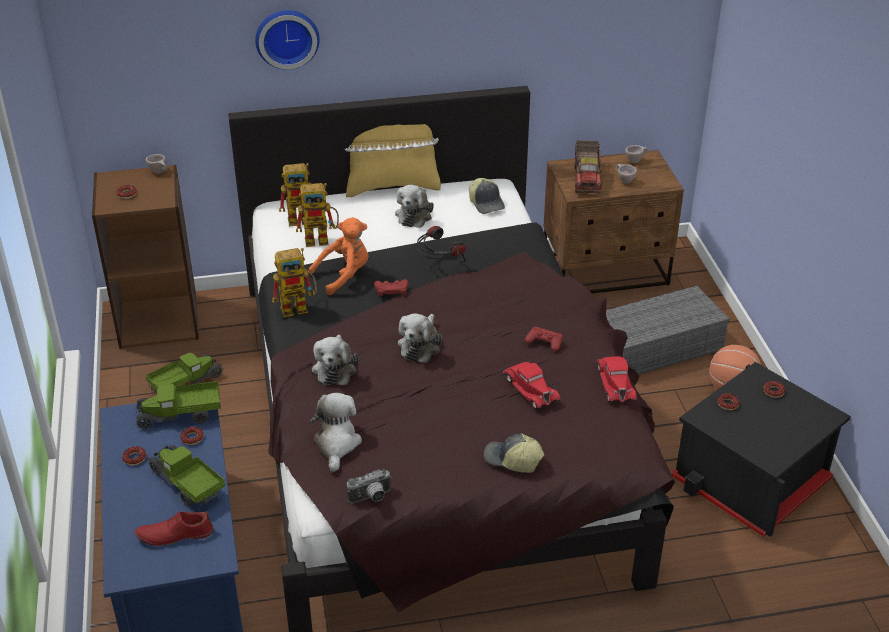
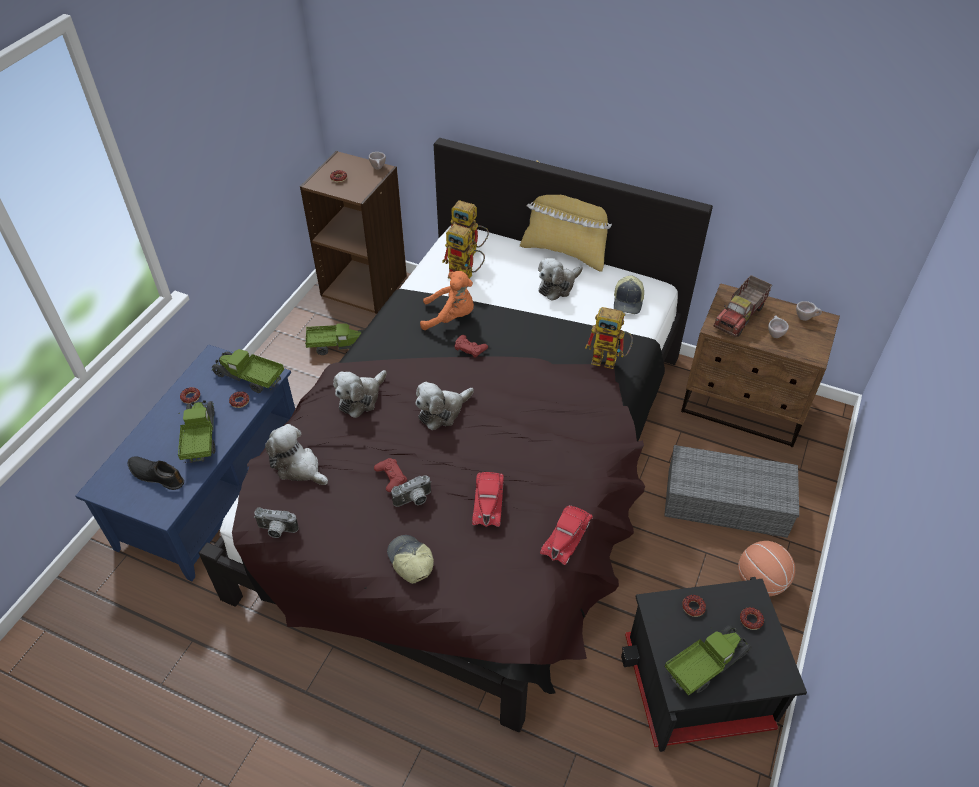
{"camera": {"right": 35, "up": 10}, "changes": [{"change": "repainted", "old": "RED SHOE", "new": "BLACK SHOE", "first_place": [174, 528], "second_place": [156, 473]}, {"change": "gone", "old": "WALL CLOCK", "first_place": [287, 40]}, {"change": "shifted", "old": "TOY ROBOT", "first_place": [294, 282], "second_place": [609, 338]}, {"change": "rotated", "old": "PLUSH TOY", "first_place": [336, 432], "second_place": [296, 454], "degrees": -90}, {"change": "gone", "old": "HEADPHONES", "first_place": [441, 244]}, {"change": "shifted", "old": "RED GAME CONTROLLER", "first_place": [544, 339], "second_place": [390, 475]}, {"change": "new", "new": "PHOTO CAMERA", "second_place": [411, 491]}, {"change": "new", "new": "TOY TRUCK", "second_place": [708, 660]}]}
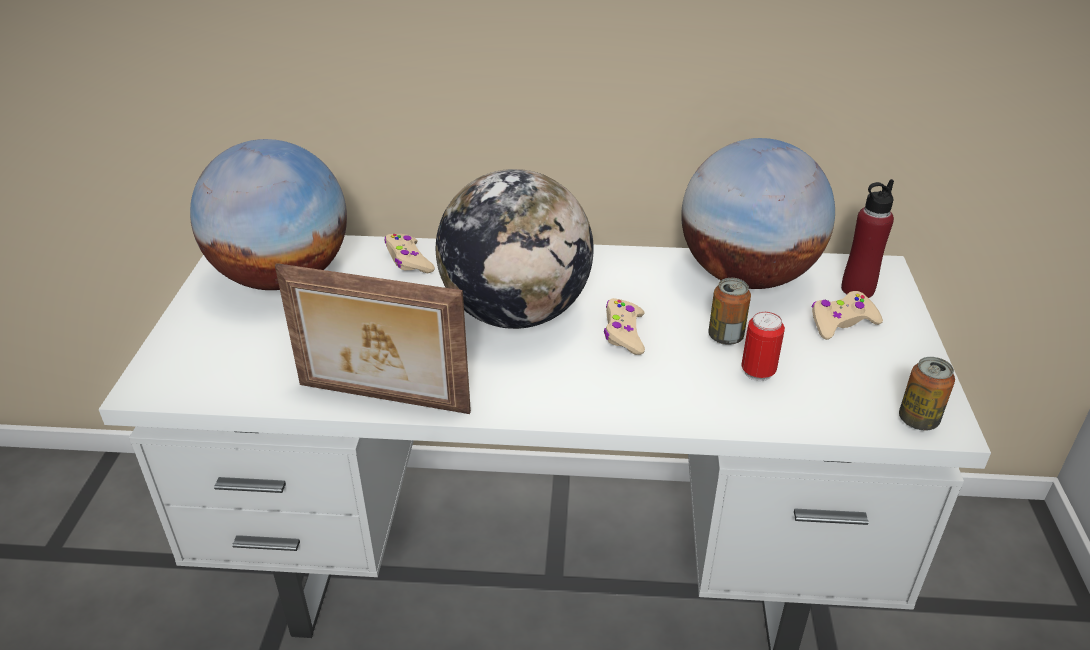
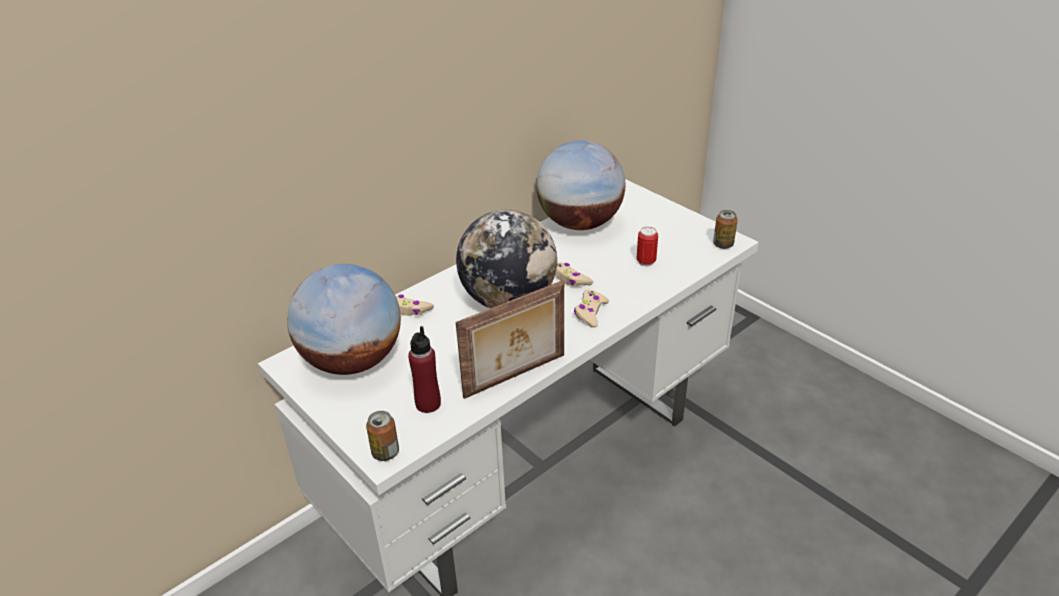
{"camera": {"right": -45, "up": 0}, "changes": [{"change": "shifted", "old": "CAN", "first_place": [729, 311], "second_place": [382, 436]}, {"change": "shifted", "old": "BEIGE GAME CONTROLLER", "first_place": [847, 315], "second_place": [591, 309]}, {"change": "shifted", "old": "RED BOTTLE", "first_place": [867, 238], "second_place": [424, 369]}]}
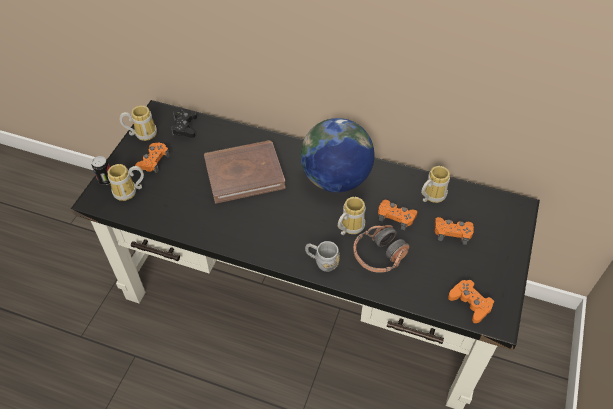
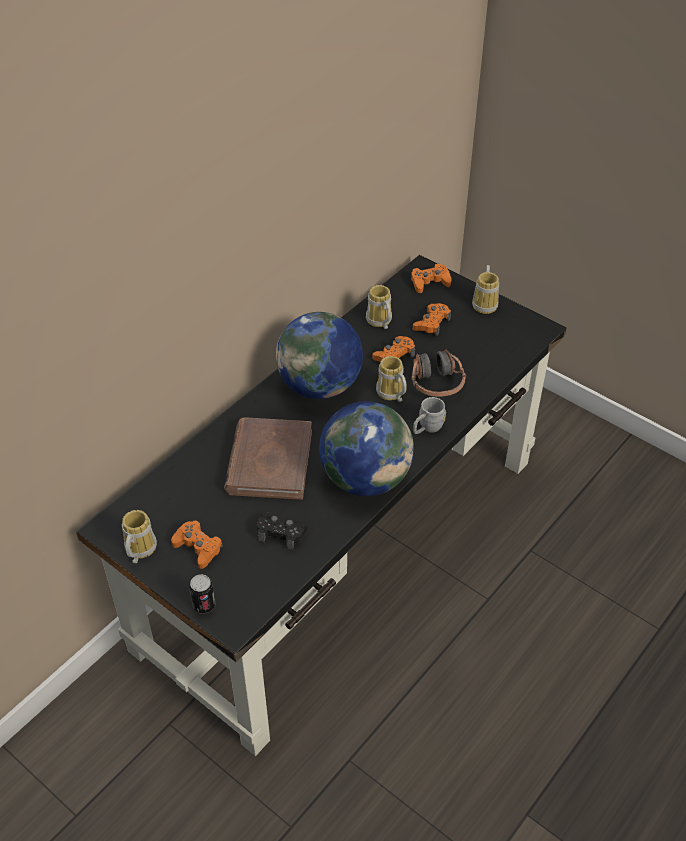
{"camera": {"right": -70, "up": -5}, "changes": [{"change": "shifted", "old": "MUG", "first_place": [126, 182], "second_place": [485, 289]}, {"change": "shifted", "old": "BLACK GAME CONTROLLER", "first_place": [184, 123], "second_place": [282, 531]}, {"change": "shifted", "old": "ORANGE GAME CONTROLLER", "first_place": [471, 301], "second_place": [431, 278]}, {"change": "new", "new": "GLOBE", "second_place": [366, 448]}]}
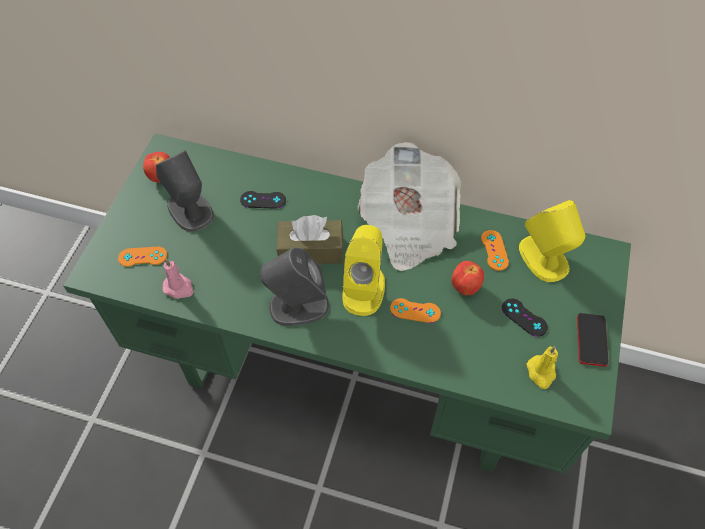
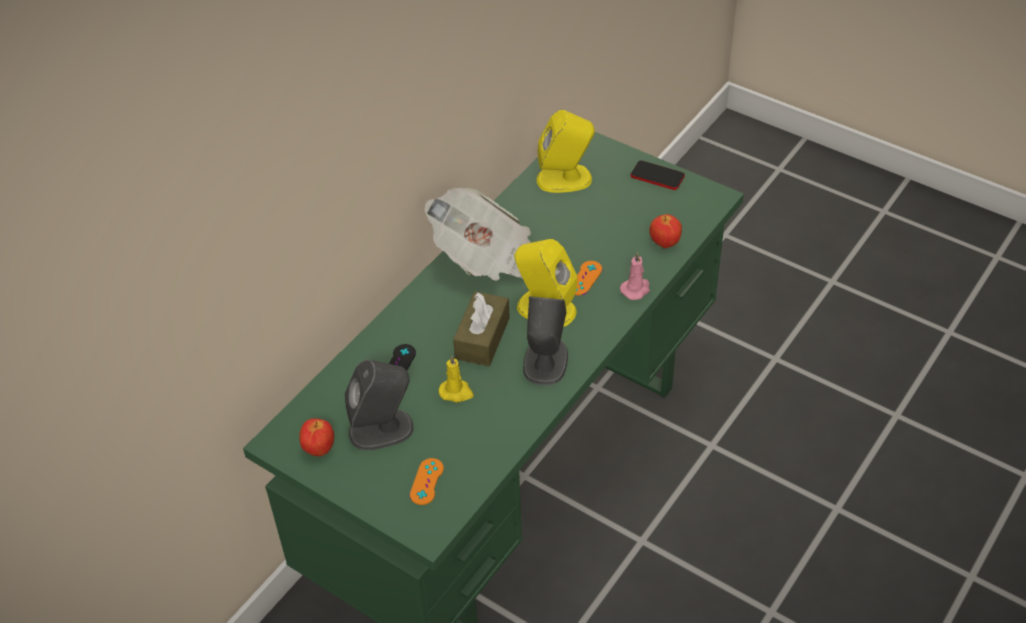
{"camera": {"right": -70, "up": -10}, "changes": [{"change": "shifted", "old": "PINK CANDLE", "first_place": [178, 278], "second_place": [635, 276]}, {"change": "shifted", "old": "APPLE", "first_place": [468, 278], "second_place": [665, 231]}, {"change": "gone", "old": "ORANGE GAME CONTROLLER", "first_place": [495, 250]}, {"change": "gone", "old": "BLACK GAME CONTROLLER", "first_place": [525, 317]}, {"change": "shifted", "old": "YELLOW CANDLE", "first_place": [542, 367], "second_place": [456, 379]}]}
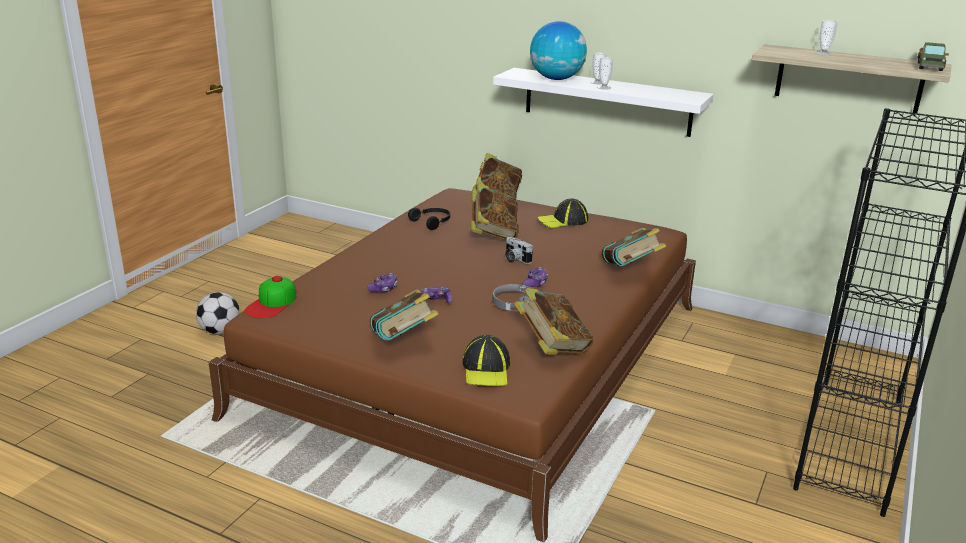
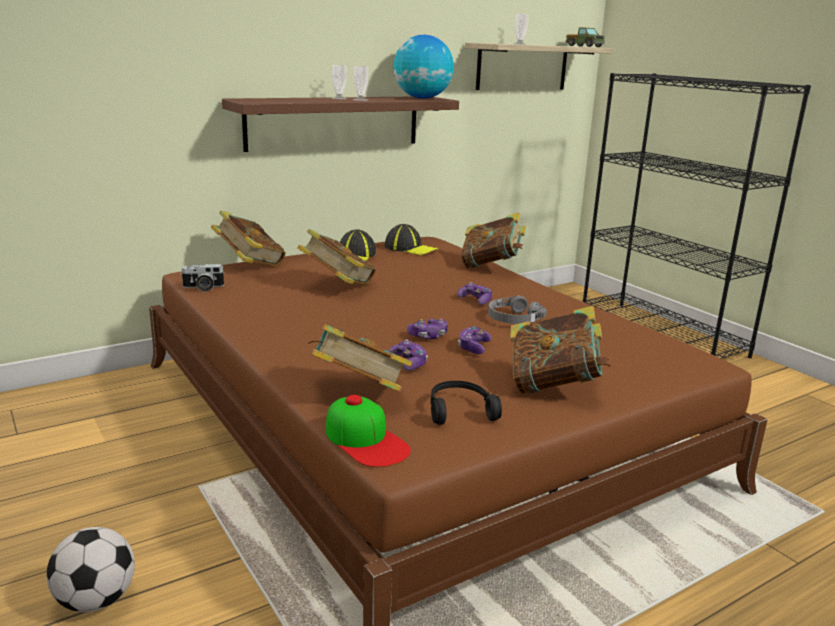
{"camera": {"right": -60, "up": -5}, "changes": [{"change": "shifted", "old": "BLACK HEADPHONES", "first_place": [429, 219], "second_place": [466, 403]}, {"change": "shifted", "old": "CAP", "first_place": [486, 360], "second_place": [412, 239]}, {"change": "repainted", "old": "WHITE SHELF", "new": "BROWN SHELF", "first_place": [603, 102], "second_place": [340, 124]}, {"change": "shifted", "old": "PHOTO CAMERA", "first_place": [519, 250], "second_place": [202, 278]}, {"change": "shifted", "old": "BOOK", "first_place": [554, 321], "second_place": [360, 358]}, {"change": "shifted", "old": "GLOBE", "first_place": [558, 50], "second_place": [423, 67]}, {"change": "new", "new": "GAME CONTROLLER", "second_place": [427, 328]}]}
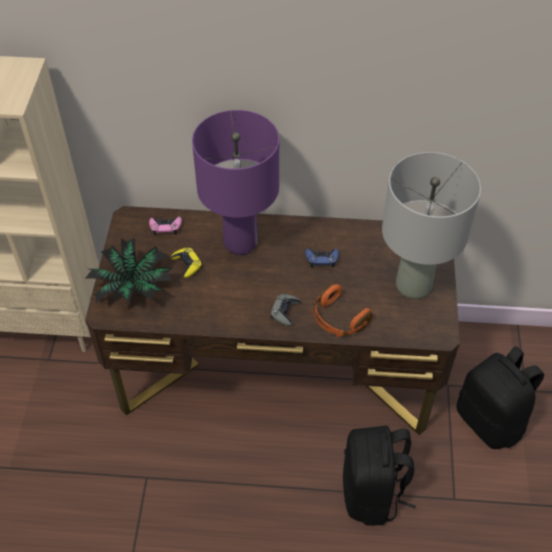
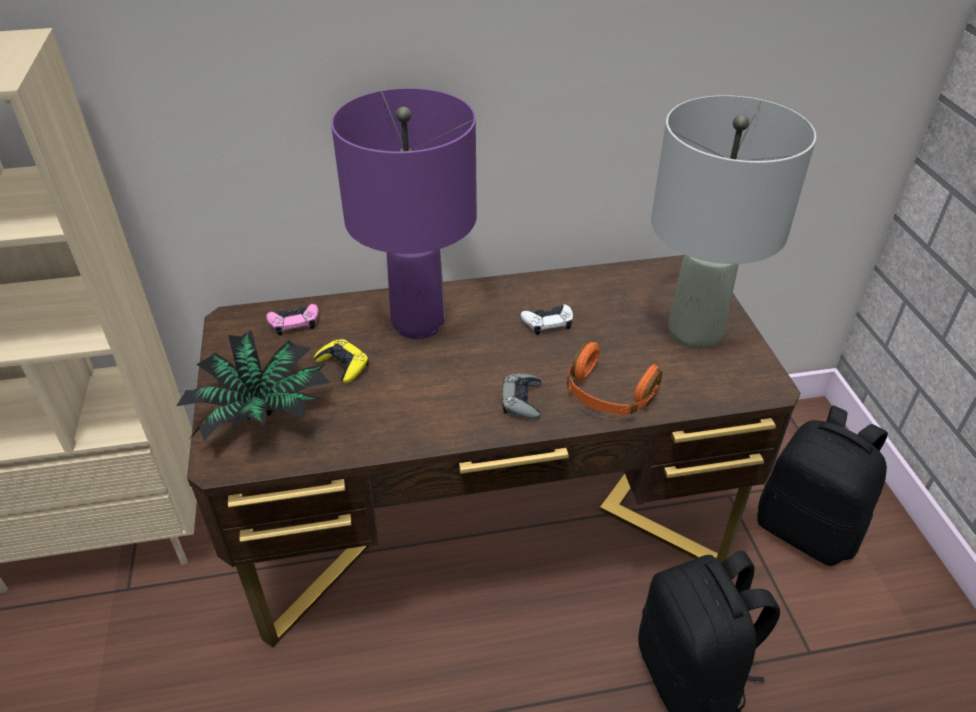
{"camera": {"right": -15, "up": -10}, "changes": [{"change": "repainted", "old": "BLUE GAME CONTROLLER", "new": "WHITE GAME CONTROLLER", "first_place": [322, 257], "second_place": [547, 319]}]}
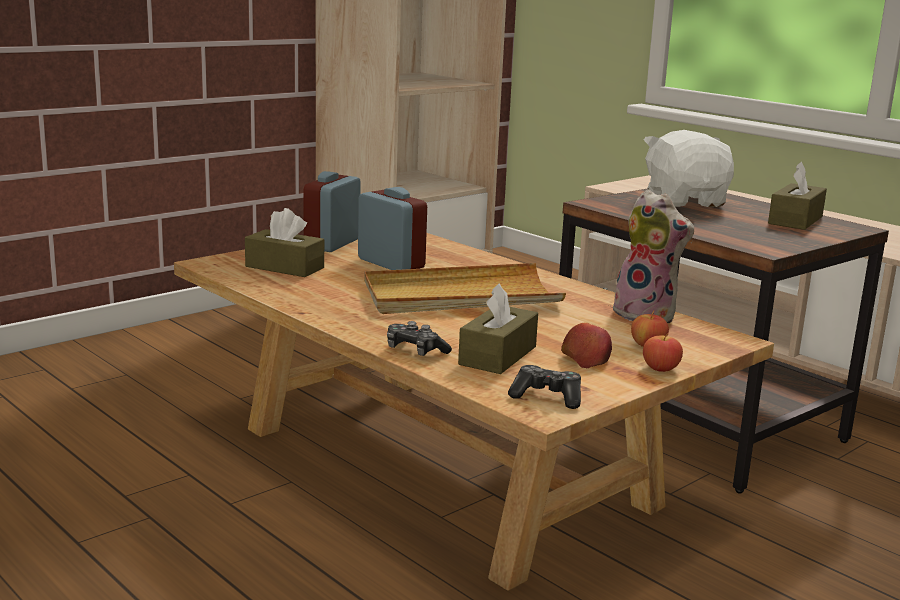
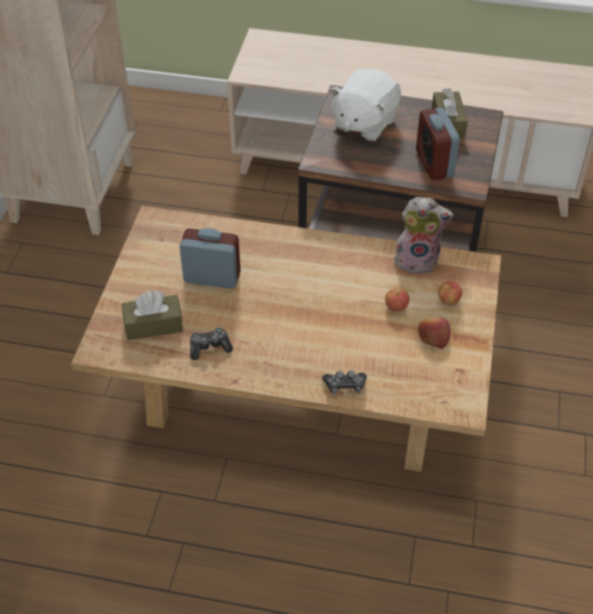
{"camera": {"right": -35, "up": 30}, "changes": [{"change": "shifted", "old": "ALARM CLOCK", "first_place": [332, 211], "second_place": [438, 143]}, {"change": "gone", "old": "BEIGE TRAY", "first_place": [465, 288]}, {"change": "gone", "old": "BROWN TISSUE BOX", "first_place": [498, 328]}, {"change": "shifted", "old": "GAME CONTROLLER", "first_place": [544, 387], "second_place": [211, 343]}, {"change": "shifted", "old": "APPLE", "first_place": [663, 352], "second_place": [397, 299]}, {"change": "rotated", "old": "WHITE PLUSH TOY", "first_place": [689, 168], "second_place": [365, 105], "degrees": -105}]}
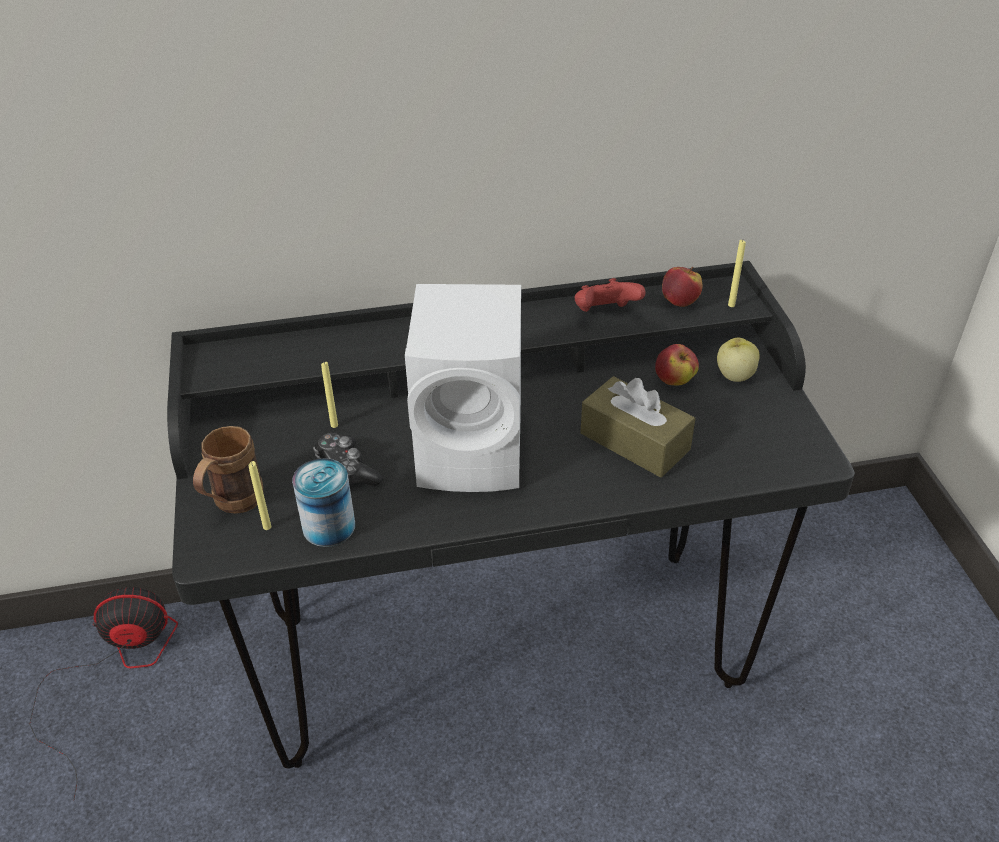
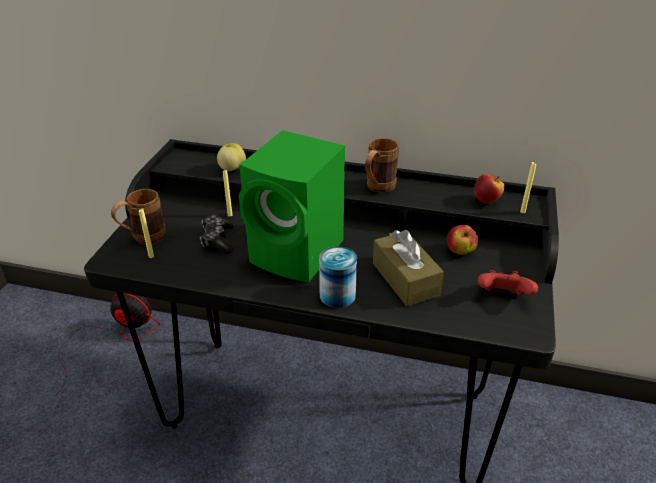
{"camera": {"right": 25, "up": -5}, "changes": [{"change": "shifted", "old": "CAN", "first_place": [323, 502], "second_place": [338, 277]}, {"change": "repainted", "old": "WHITE SPEAKER", "new": "GREEN SPEAKER", "first_place": [463, 388], "second_place": [292, 206]}, {"change": "shifted", "old": "RED GAME CONTROLLER", "first_place": [610, 295], "second_place": [508, 282]}, {"change": "shifted", "old": "APPLE", "first_place": [738, 360], "second_place": [231, 157]}, {"change": "new", "new": "BROWN MUG", "second_place": [382, 165]}]}
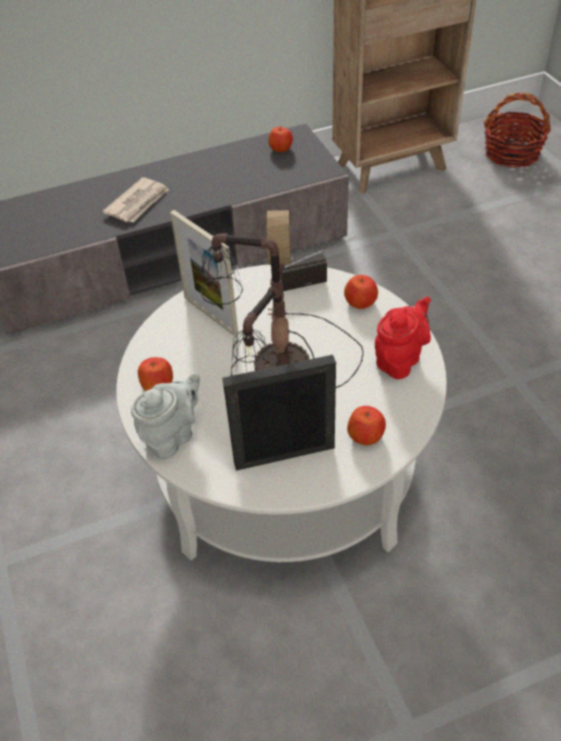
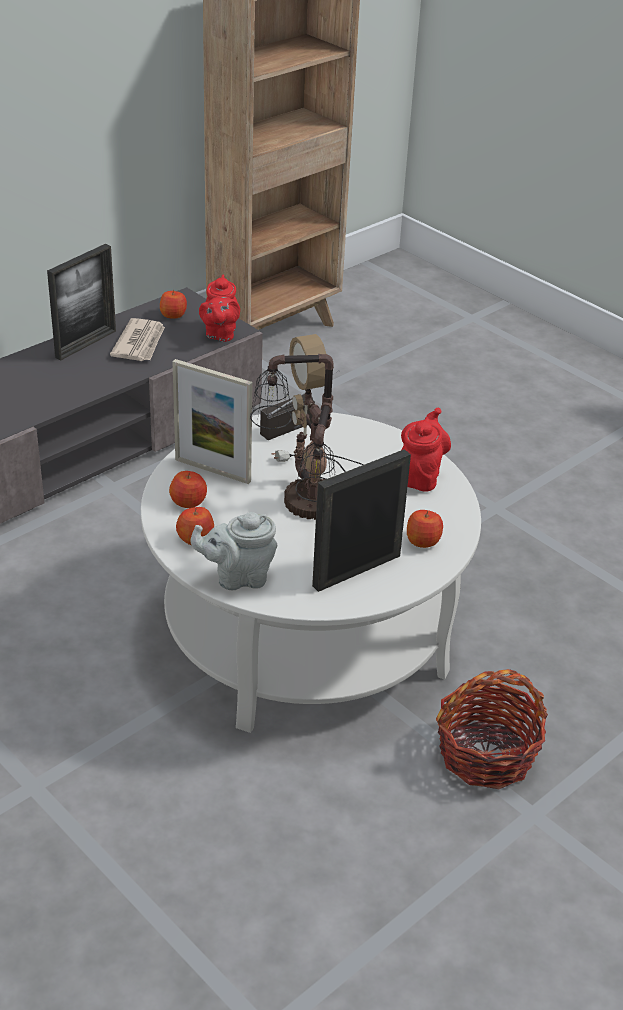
{"camera": {"right": -25, "up": -10}, "changes": [{"change": "shifted", "old": "NEWSPAPER", "first_place": [135, 199], "second_place": [137, 339]}, {"change": "rotated", "old": "GREY TEAPOT", "first_place": [165, 416], "second_place": [234, 551], "degrees": -120}, {"change": "shifted", "old": "APPLE", "first_place": [361, 292], "second_place": [188, 489]}, {"change": "shifted", "old": "BASKET", "first_place": [517, 130], "second_place": [492, 729]}, {"change": "new", "new": "PICTURE FRAME", "second_place": [81, 302]}, {"change": "new", "new": "RED TEAPOT", "second_place": [219, 308]}]}
